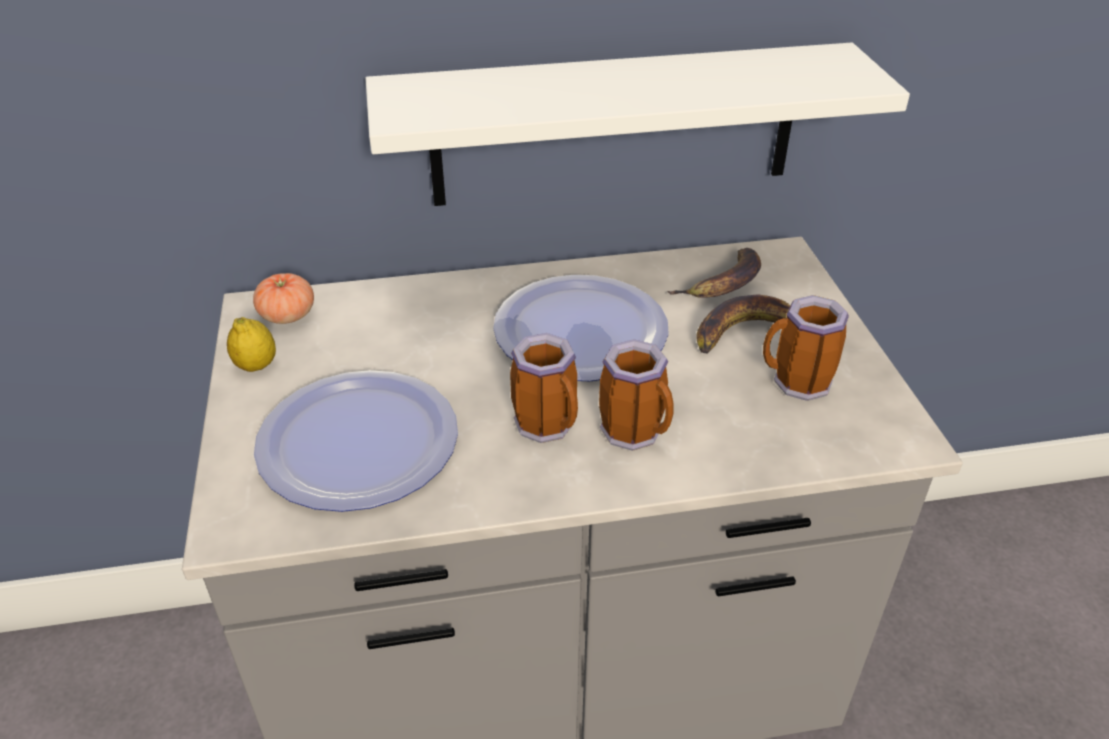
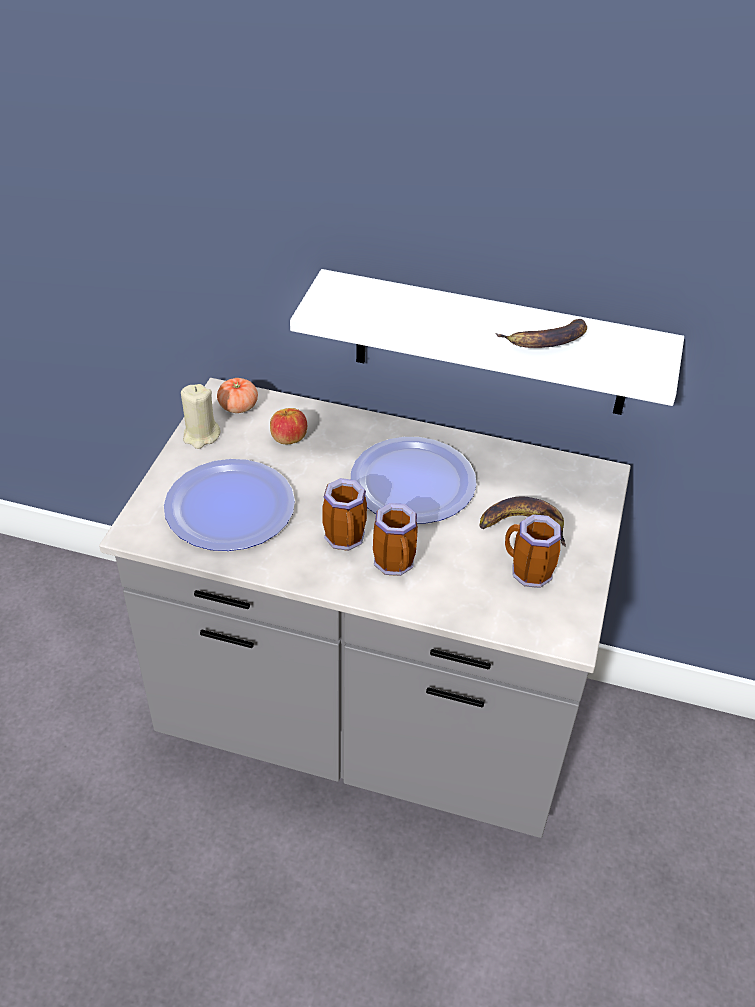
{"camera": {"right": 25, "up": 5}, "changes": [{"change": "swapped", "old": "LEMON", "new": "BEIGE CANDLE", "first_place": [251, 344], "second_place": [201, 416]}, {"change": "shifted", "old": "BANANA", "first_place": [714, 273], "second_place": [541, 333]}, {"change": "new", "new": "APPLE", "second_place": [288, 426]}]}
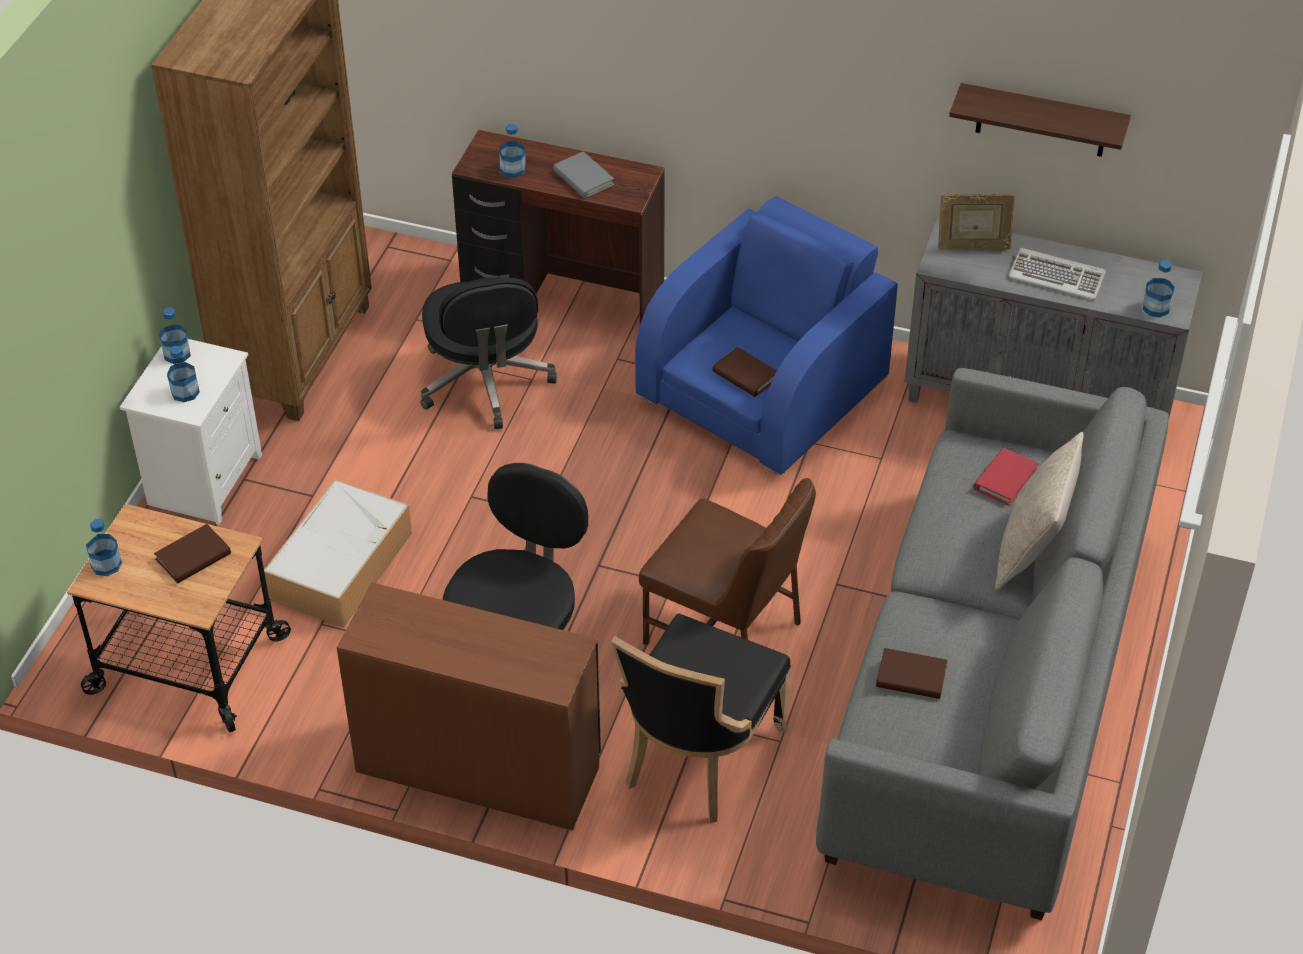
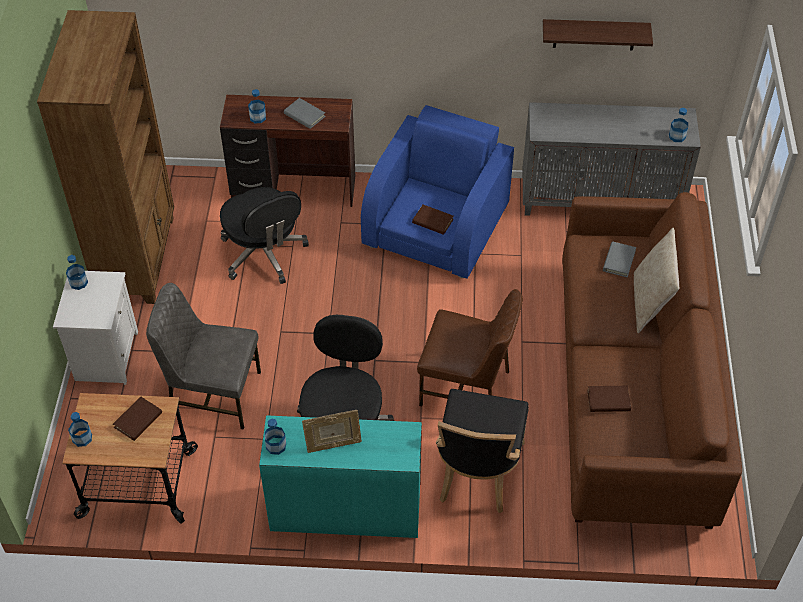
{"camera": {"right": -15, "up": 5}, "changes": [{"change": "shifted", "old": "BOTTLE", "first_place": [183, 374], "second_place": [275, 437]}, {"change": "swapped", "old": "STORAGE BOX", "new": "GREY CHAIR", "first_place": [338, 553], "second_place": [203, 356]}, {"change": "repainted", "old": "BROWN DESK", "new": "TURQUOISE DESK", "first_place": [468, 706], "second_place": [340, 476]}, {"change": "repainted", "old": "GREY SOFA", "new": "BROWN SOFA", "first_place": [992, 644], "second_place": [652, 360]}, {"change": "shifted", "old": "PICTURE FRAME", "first_place": [976, 222], "second_place": [332, 431]}, {"change": "repainted", "old": "RED BOOK", "new": "GREY BOOK", "first_place": [1006, 477], "second_place": [619, 259]}, {"change": "gone", "old": "KEYBOARD", "first_place": [1057, 274]}]}
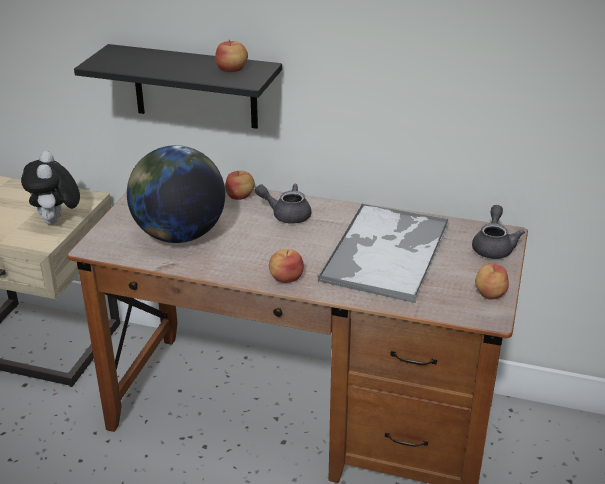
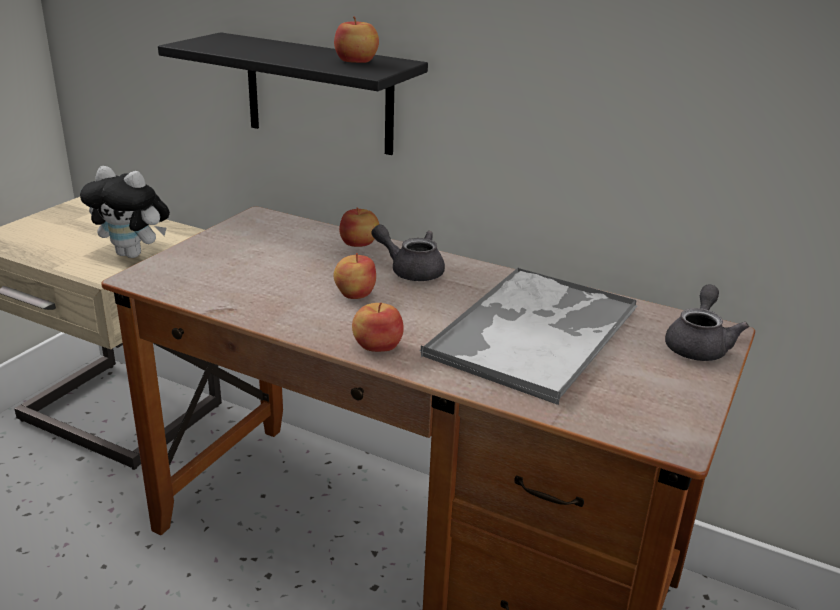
{"camera": {"right": 10, "up": -5}, "changes": [{"change": "rotated", "old": "PLUSH TOY", "first_place": [50, 188], "second_place": [125, 212], "degrees": -75}, {"change": "gone", "old": "GLOBE", "first_place": [176, 194]}, {"change": "shifted", "old": "APPLE", "first_place": [492, 281], "second_place": [355, 276]}]}
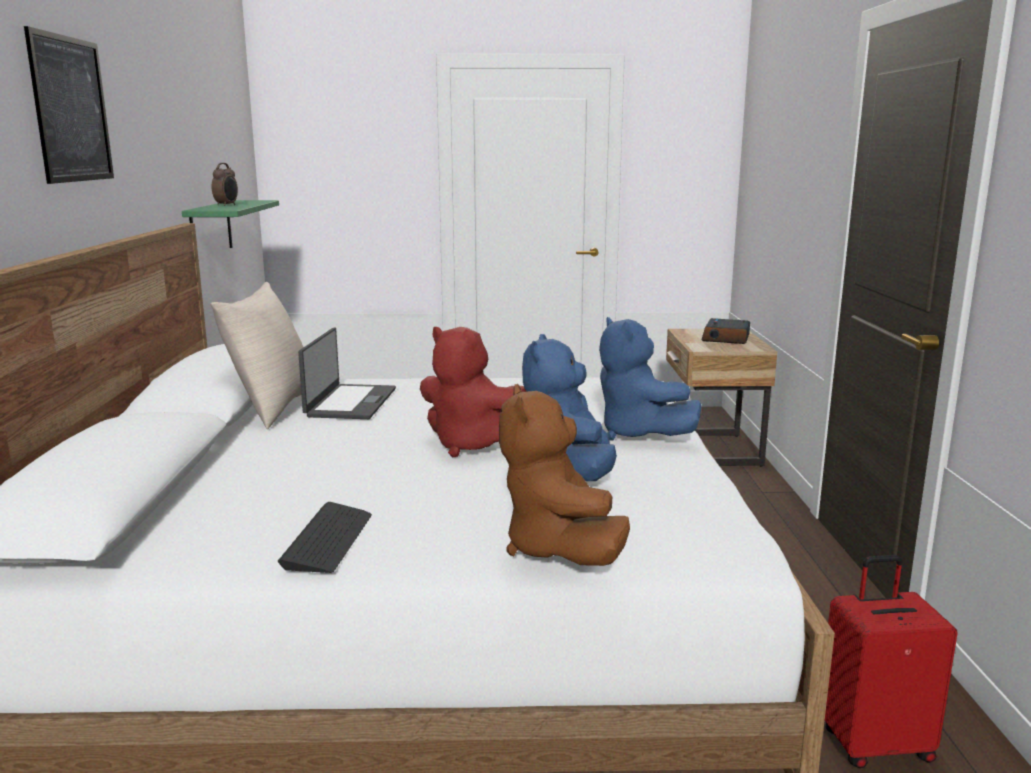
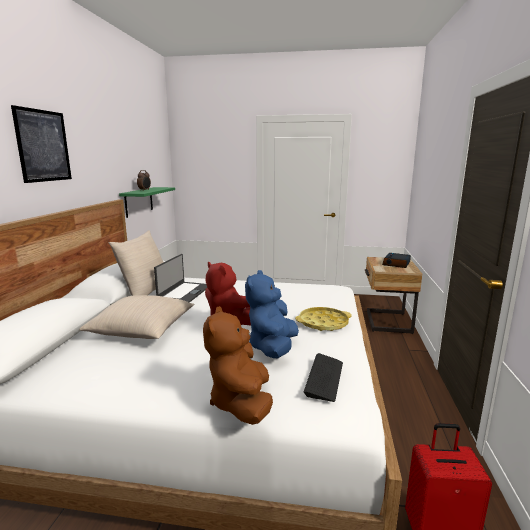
{"camera": {"right": 10, "up": 0}, "changes": [{"change": "shifted", "old": "KEYBOARD", "first_place": [324, 537], "second_place": [323, 377]}, {"change": "swapped", "old": "BLUE PLUSH TOY", "new": "YELLOW TRAY", "first_place": [650, 378], "second_place": [323, 319]}, {"change": "new", "new": "BEIGE PILLOW", "second_place": [137, 317]}]}
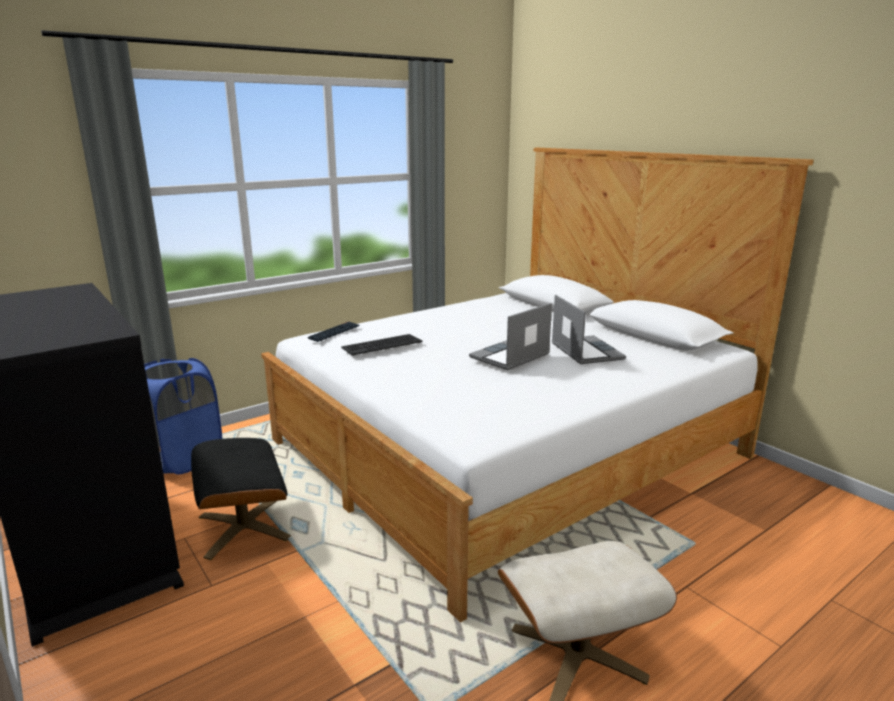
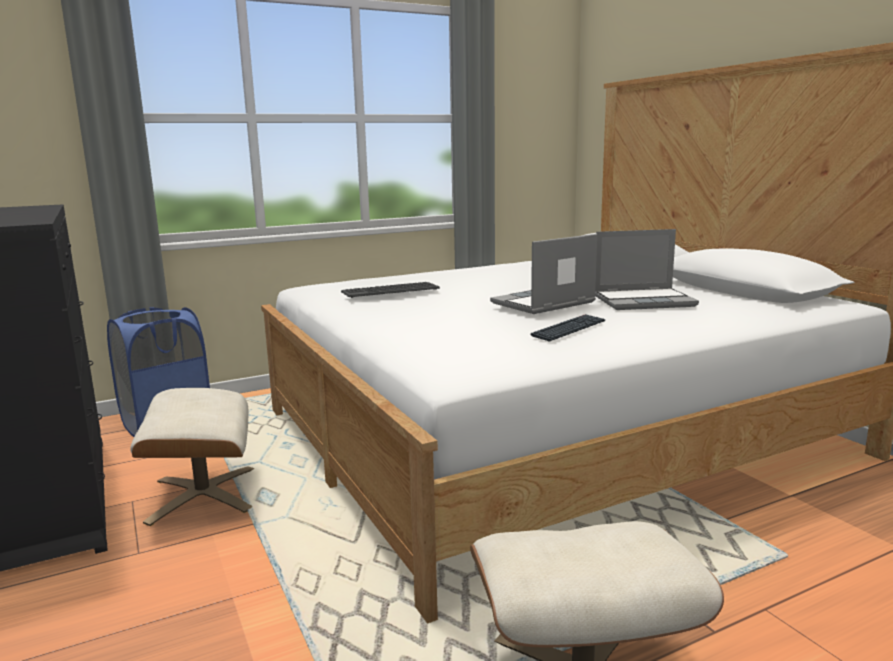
{"camera": {"right": 10, "up": -5}, "changes": [{"change": "repainted", "old": "BLACK OTTOMAN", "new": "BEIGE OTTOMAN", "first_place": [241, 499], "second_place": [192, 457]}, {"change": "shifted", "old": "KEYBOARD", "first_place": [334, 332], "second_place": [568, 328]}, {"change": "rotated", "old": "LAPTOP", "first_place": [589, 329], "second_place": [647, 269], "degrees": 90}]}
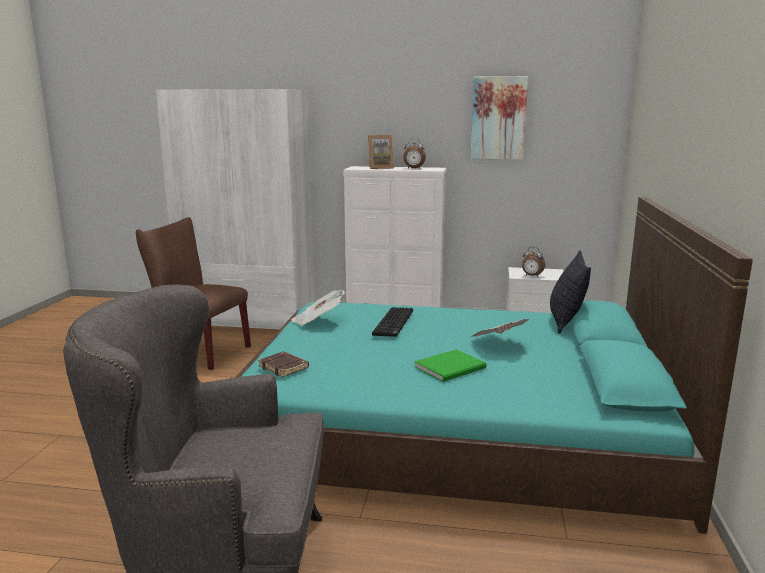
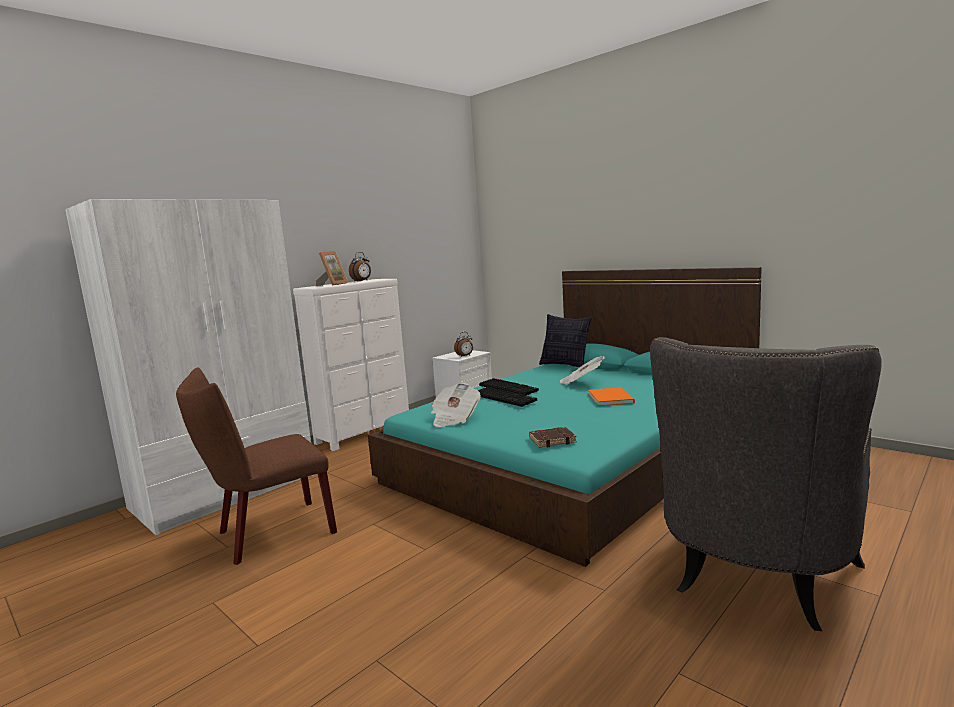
{"camera": {"right": -55, "up": -5}, "changes": [{"change": "repainted", "old": "GREEN BOOK", "new": "ORANGE BOOK", "first_place": [450, 365], "second_place": [611, 396]}, {"change": "gone", "old": "PICTURE", "first_place": [499, 118]}, {"change": "new", "new": "KEYBOARD", "second_place": [509, 386]}]}
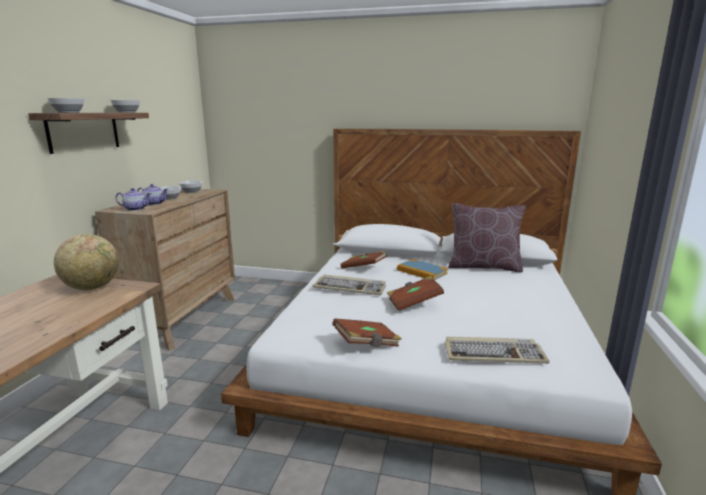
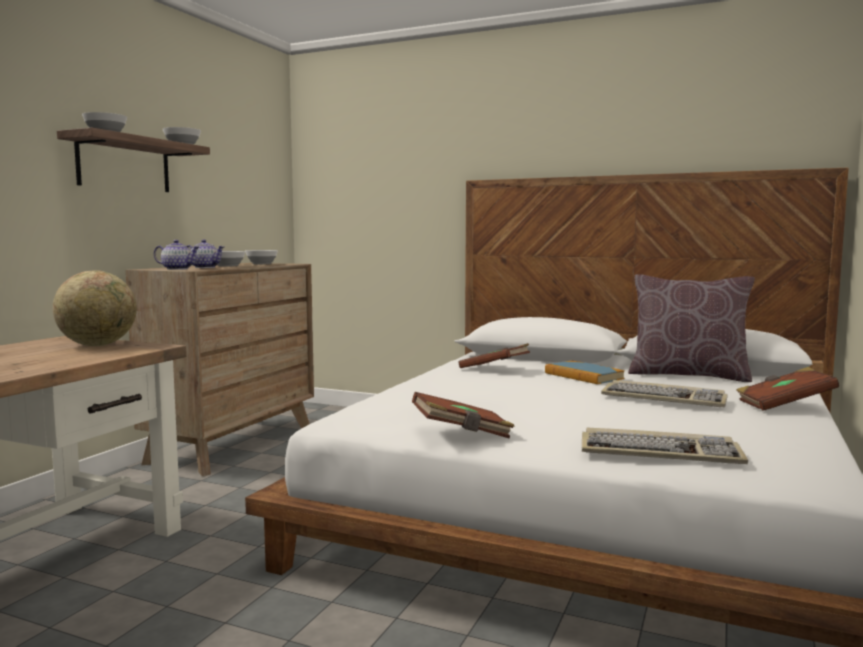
{"camera": {"right": 10, "up": -10}, "changes": [{"change": "shifted", "old": "KEYBOARD", "first_place": [349, 285], "second_place": [664, 393]}, {"change": "shifted", "old": "BROWN BOOK", "first_place": [415, 293], "second_place": [787, 389]}]}
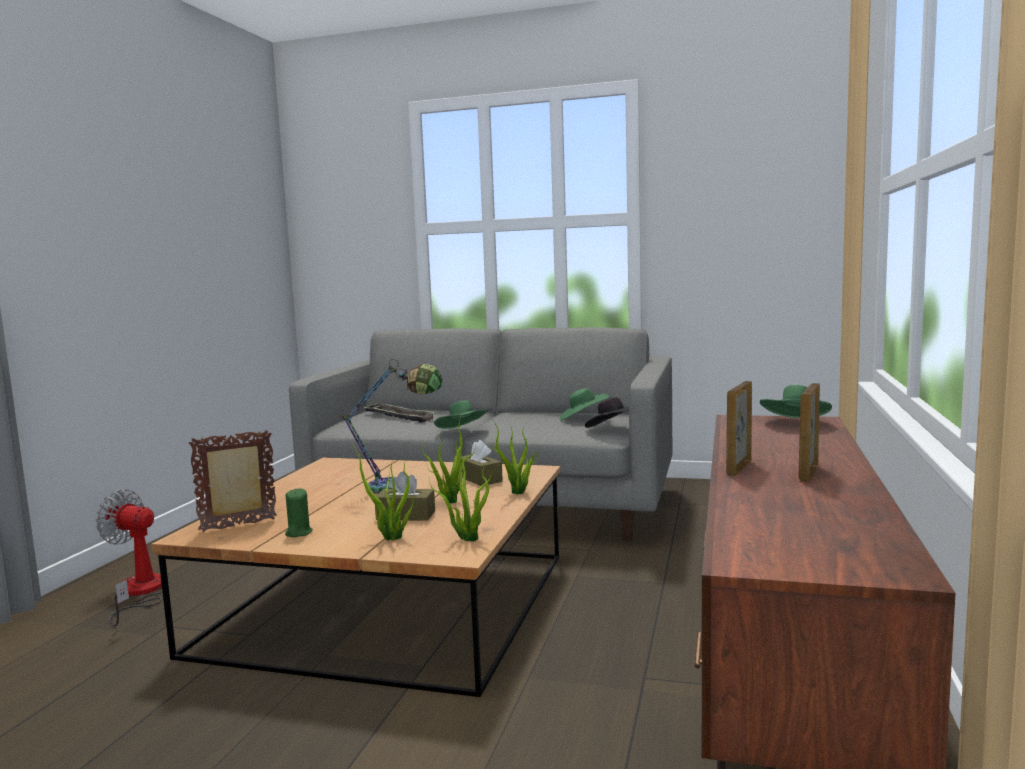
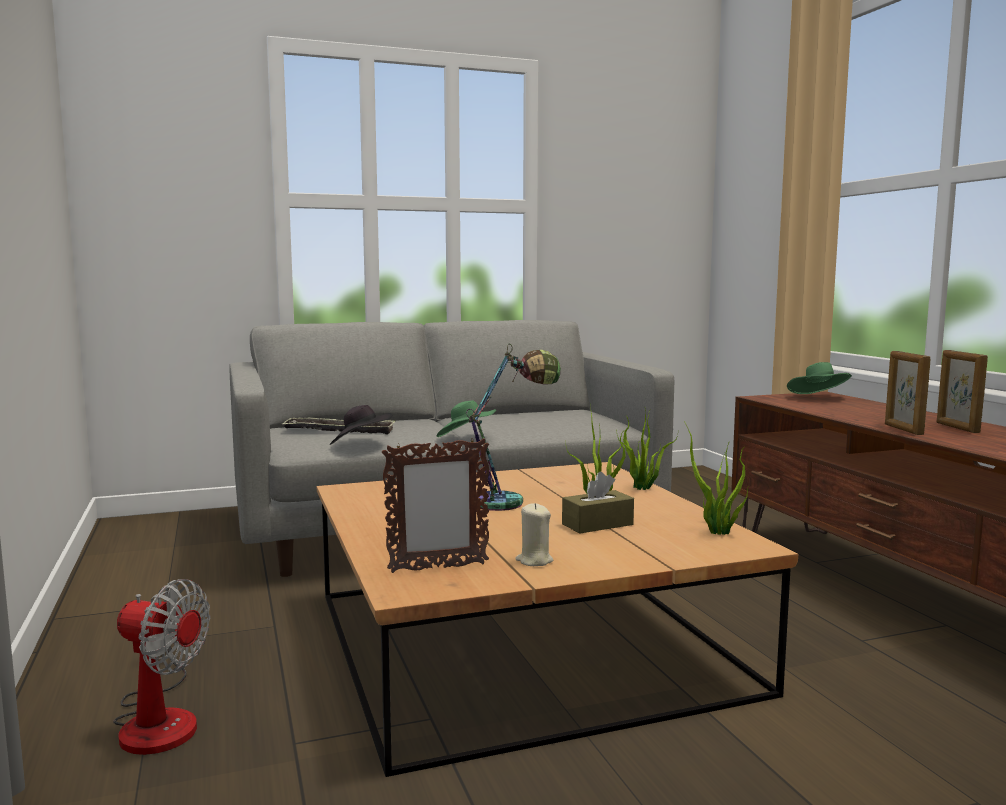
{"camera": {"right": -35, "up": 0}, "changes": [{"change": "rotated", "old": "FAN", "first_place": [129, 557], "second_place": [161, 667], "degrees": -150}, {"change": "rotated", "old": "PICTURE FRAME", "first_place": [233, 481], "second_place": [435, 505], "degrees": -135}, {"change": "repainted", "old": "GREEN CANDLE", "new": "BEIGE CANDLE", "first_place": [299, 512], "second_place": [534, 534]}, {"change": "gone", "old": "POTTED PLANT", "first_place": [382, 492]}, {"change": "gone", "old": "BROWN TISSUE BOX", "first_place": [481, 463]}, {"change": "gone", "old": "GREEN HAT", "first_place": [584, 404]}, {"change": "shifted", "old": "BLACK HAT", "first_place": [607, 412], "second_place": [361, 425]}]}
